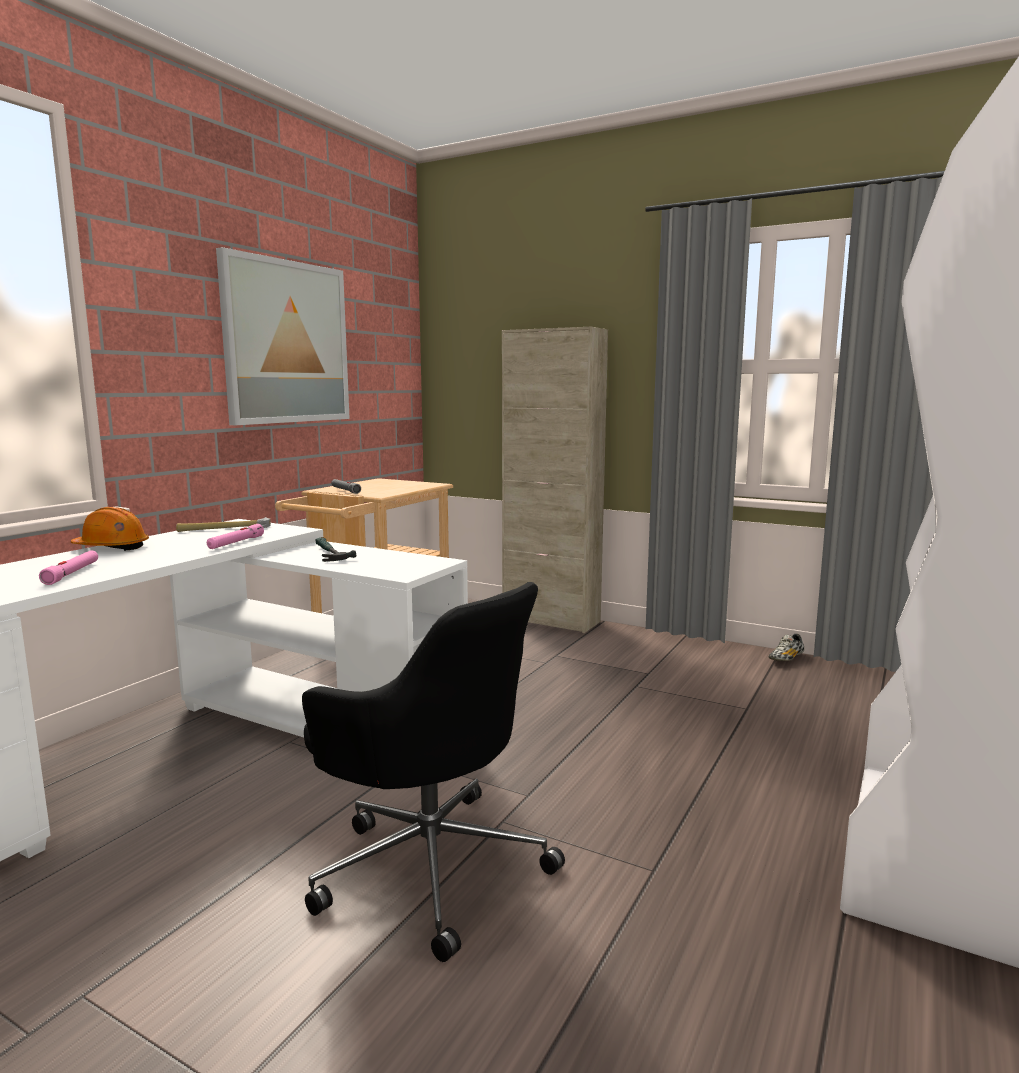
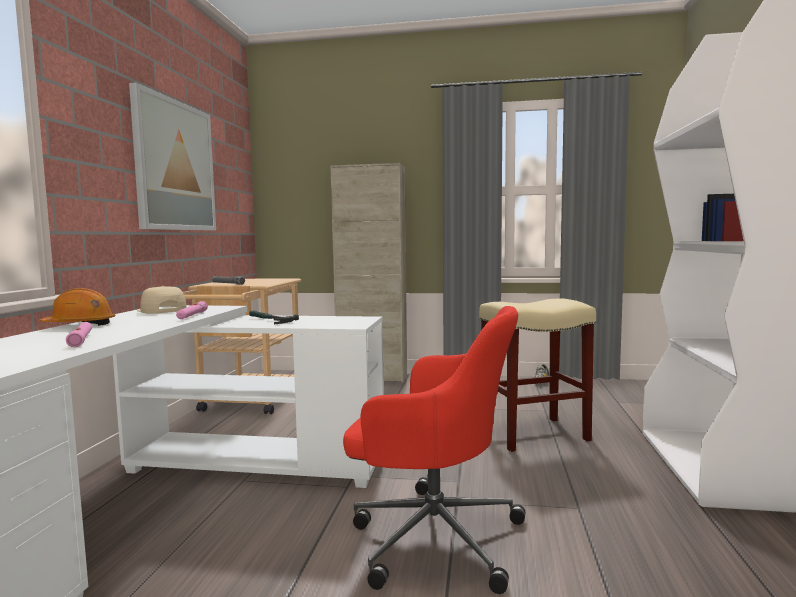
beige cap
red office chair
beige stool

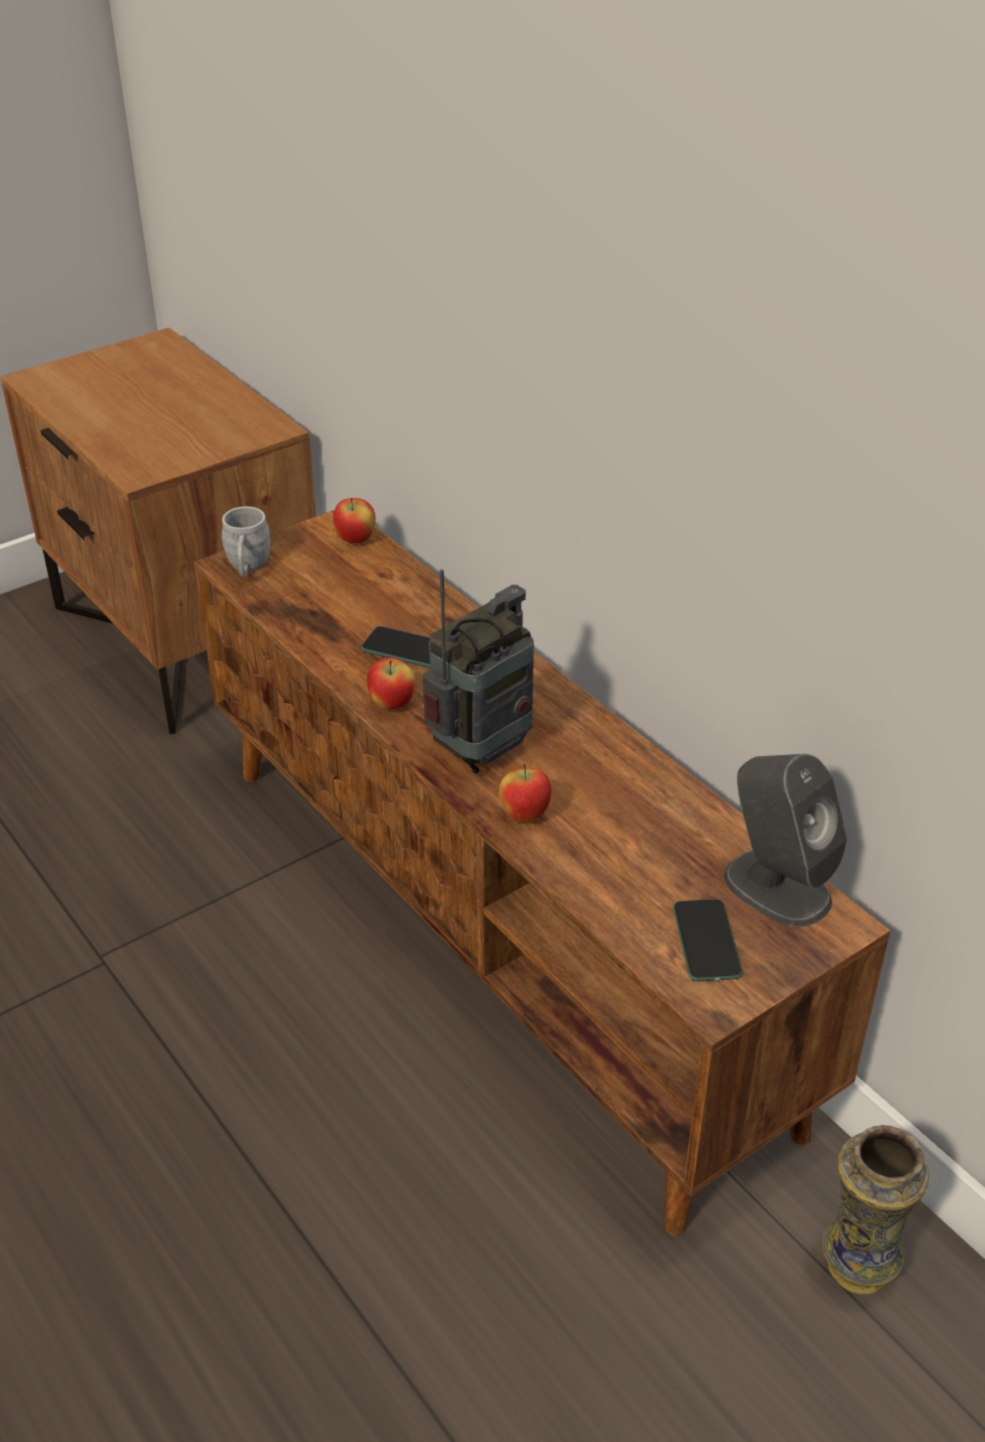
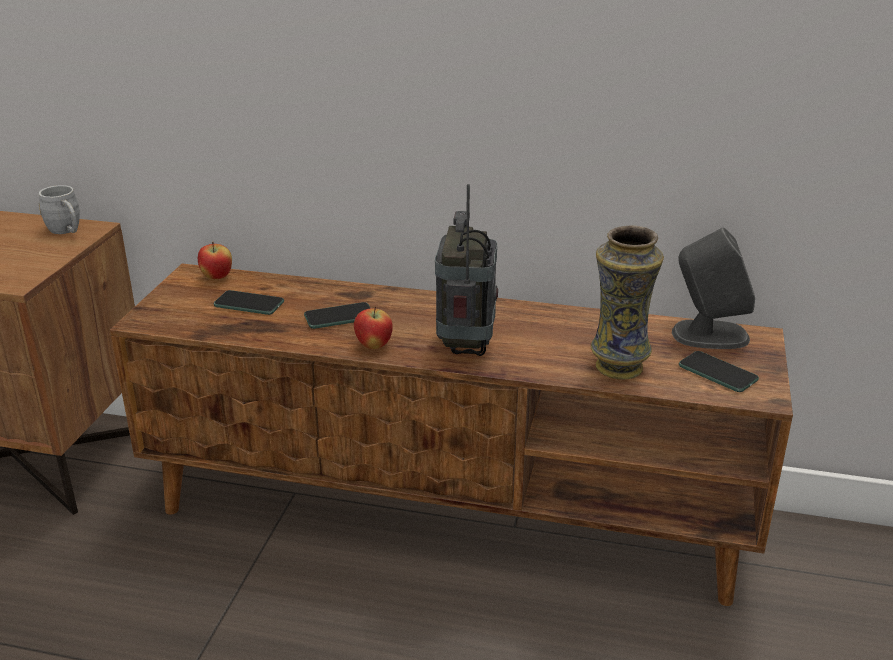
grey mug
apple (no. 3 from left in the first image)
vase
phone (no. 1 from left)

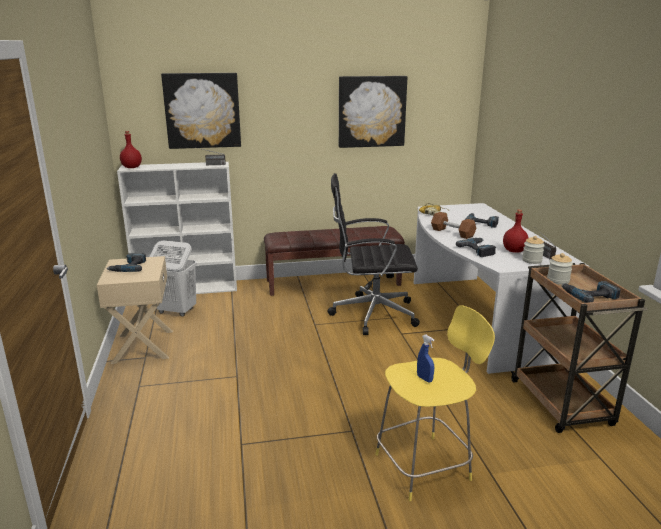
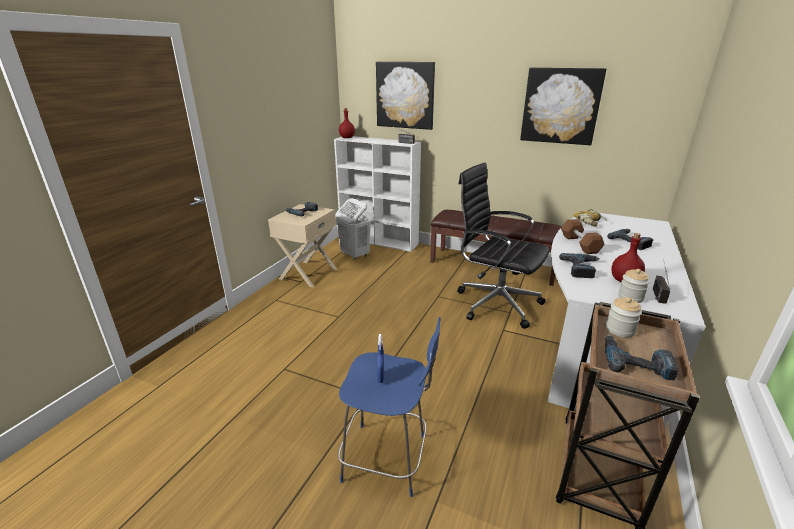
blue stool

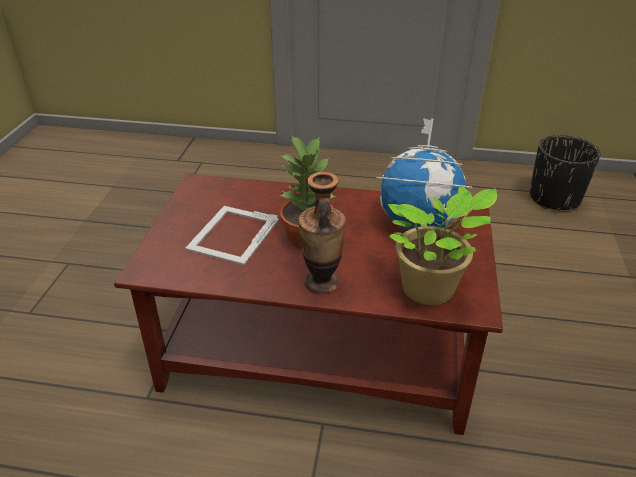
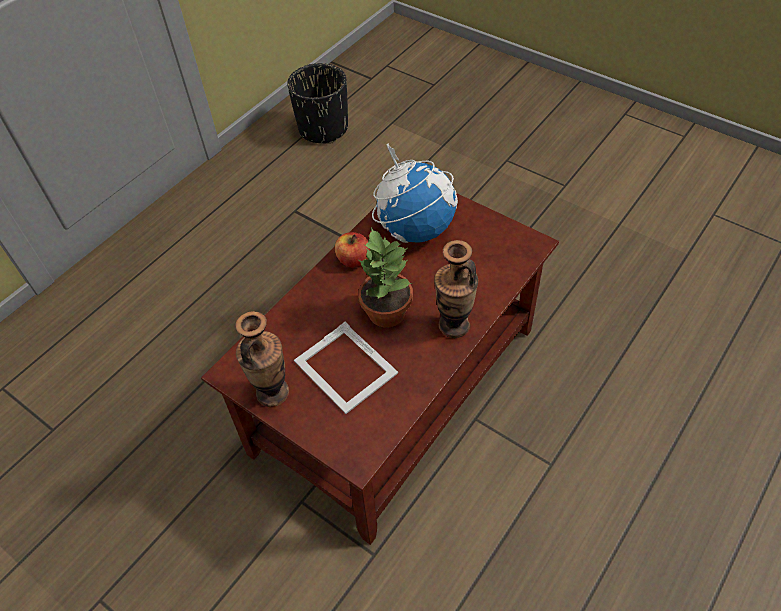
potted plant (no. 2 from left in the first image)
vase (no. 1 from left)
apple

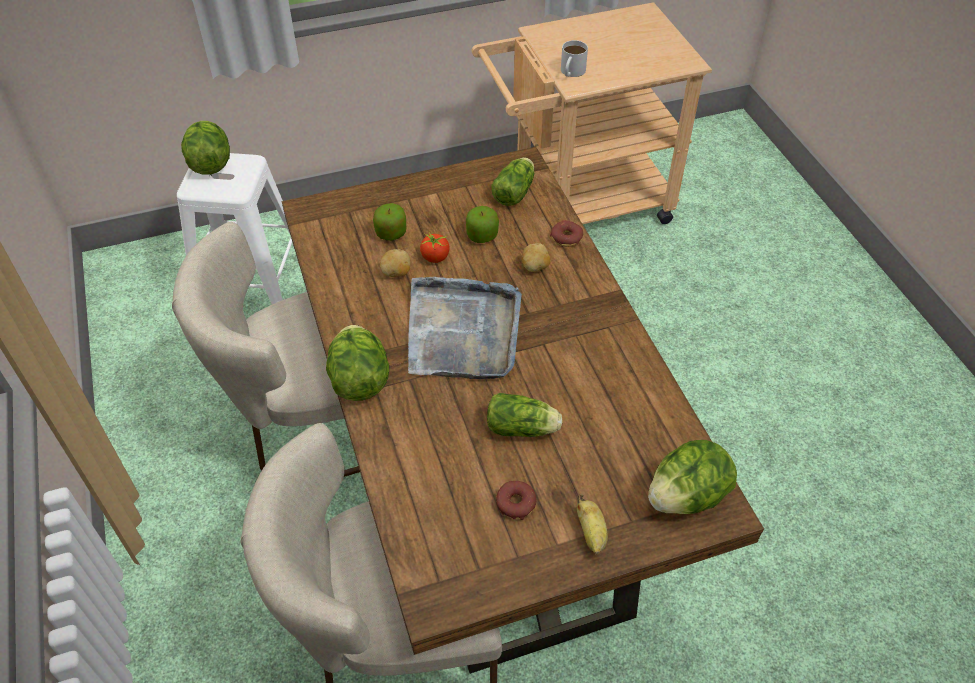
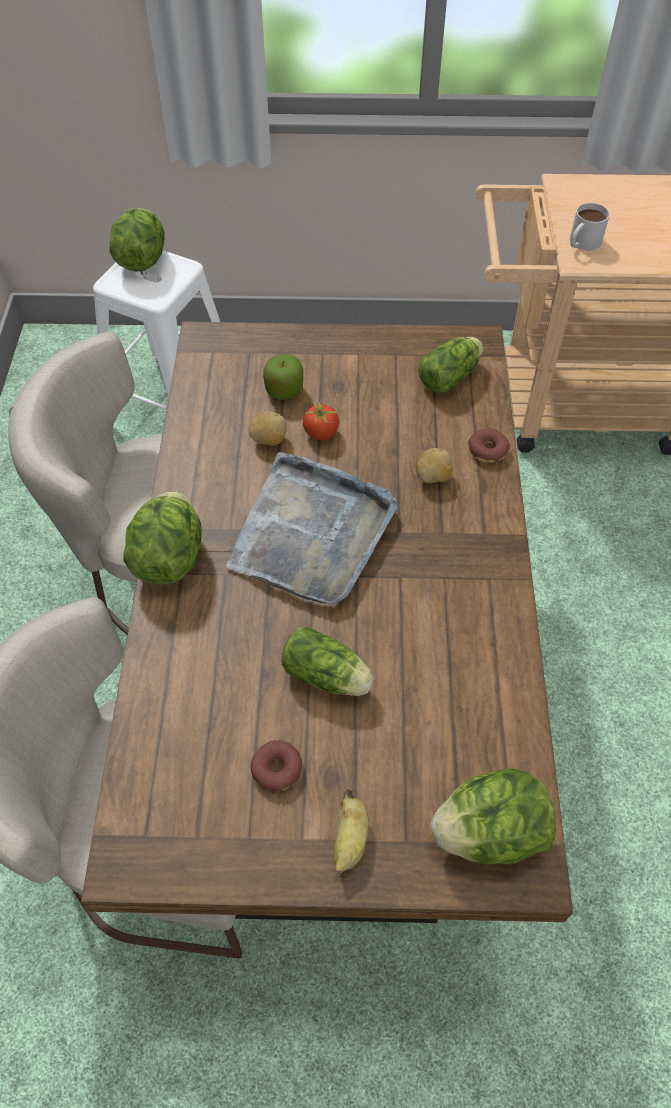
apple (no. 2 from left in the first image)

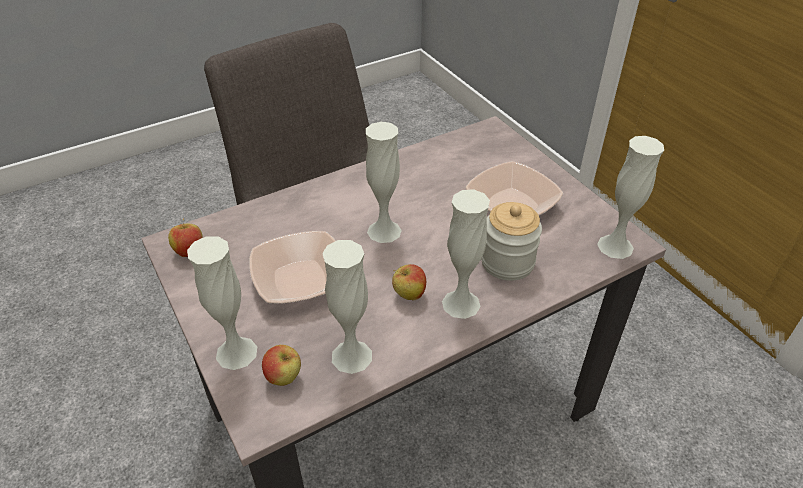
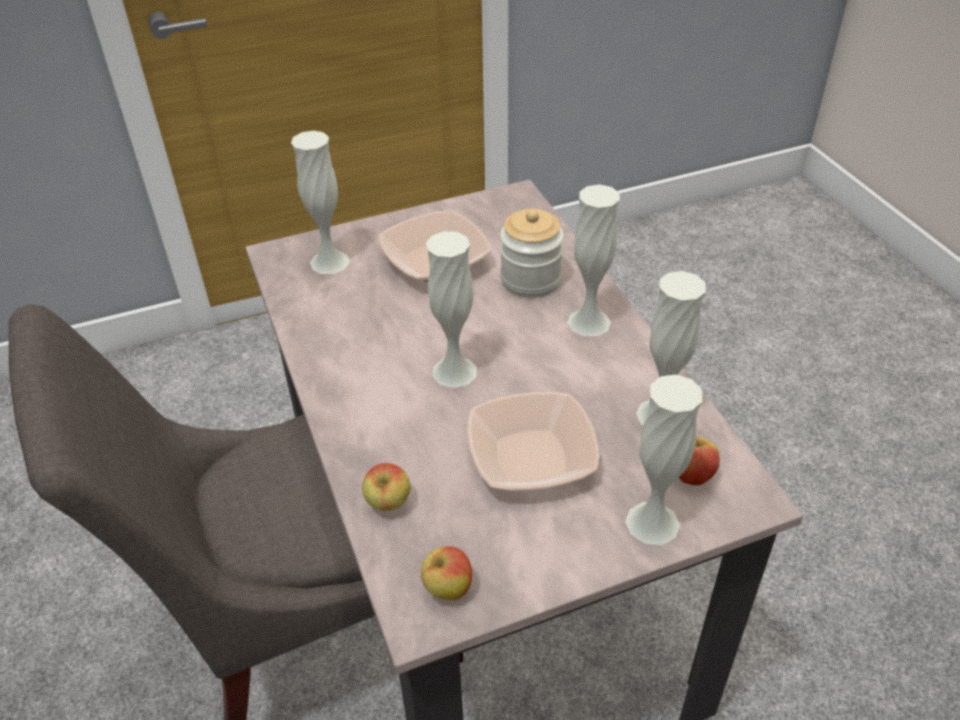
apple (no. 1 from left)
white vase (no. 1 from left)

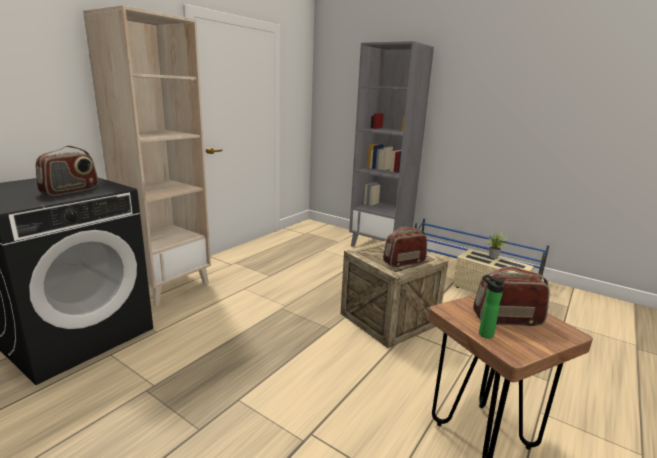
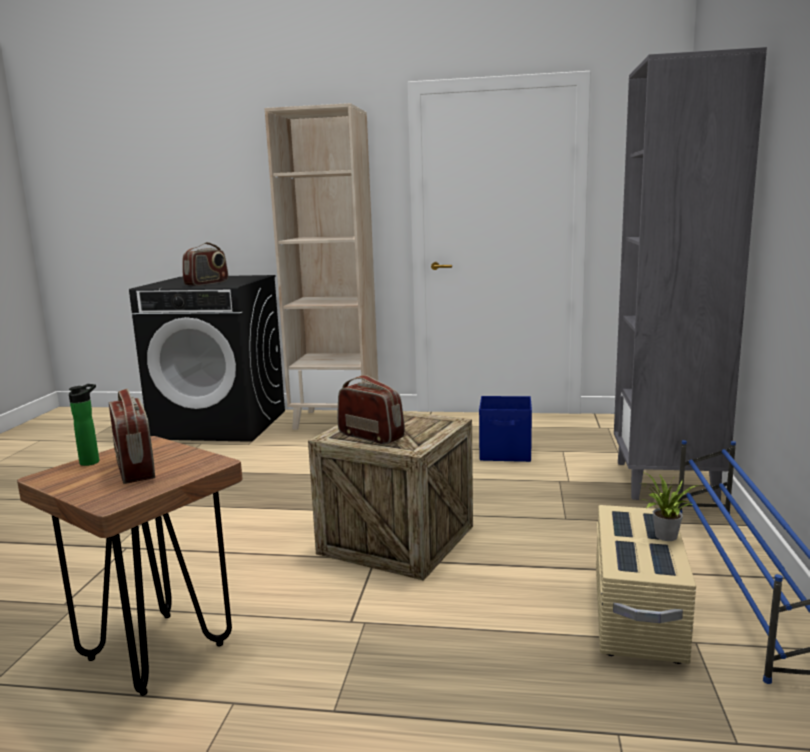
radio (no. 2 from left)
blue storage box

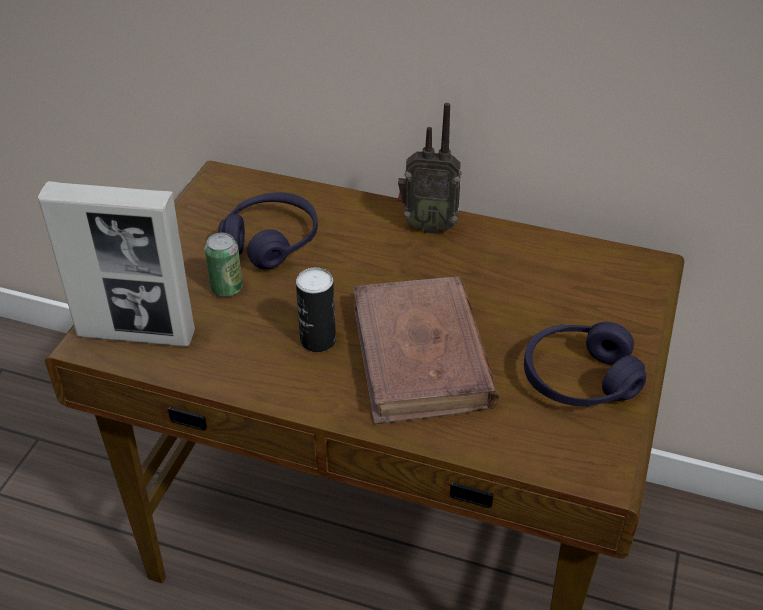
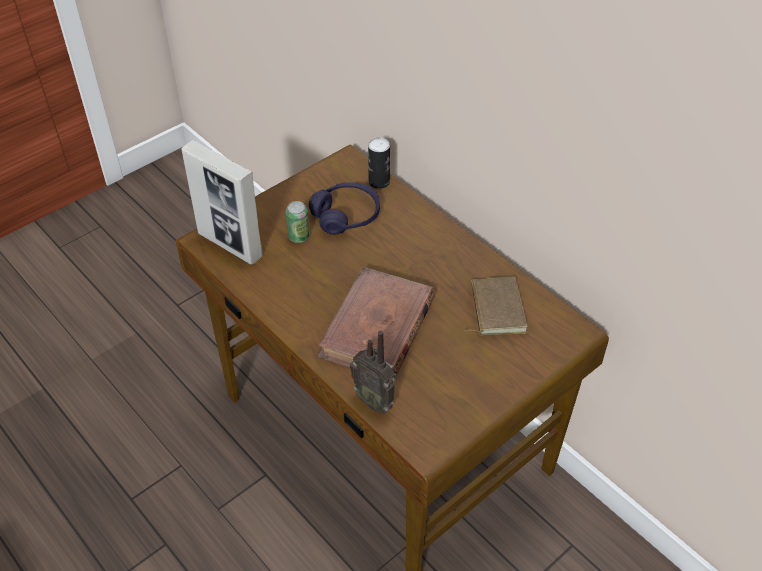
can (no. 2 from left)
radio
purple headphones (no. 2 from left in the first image)
brown book (no. 2 from left)

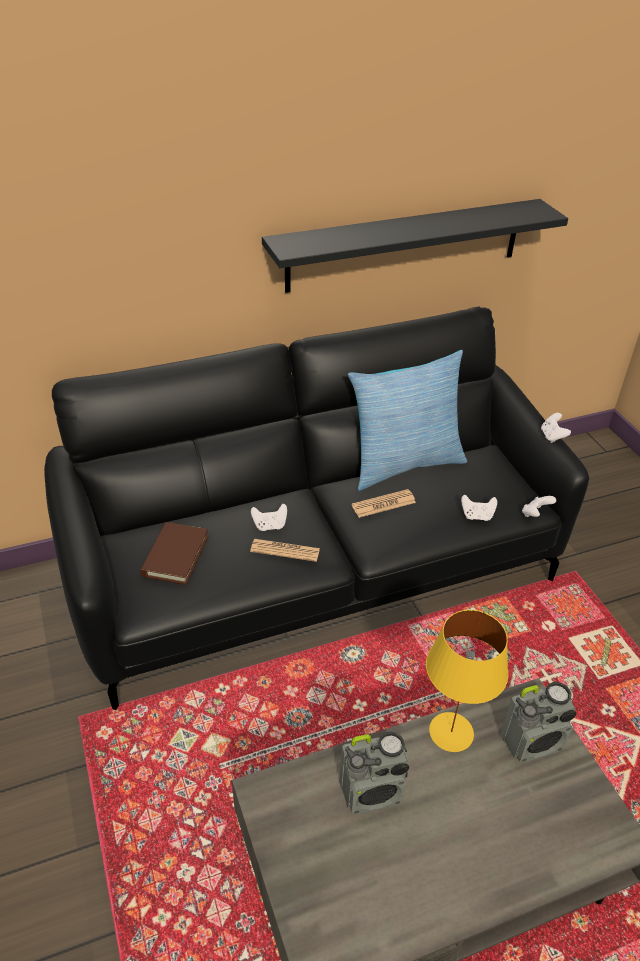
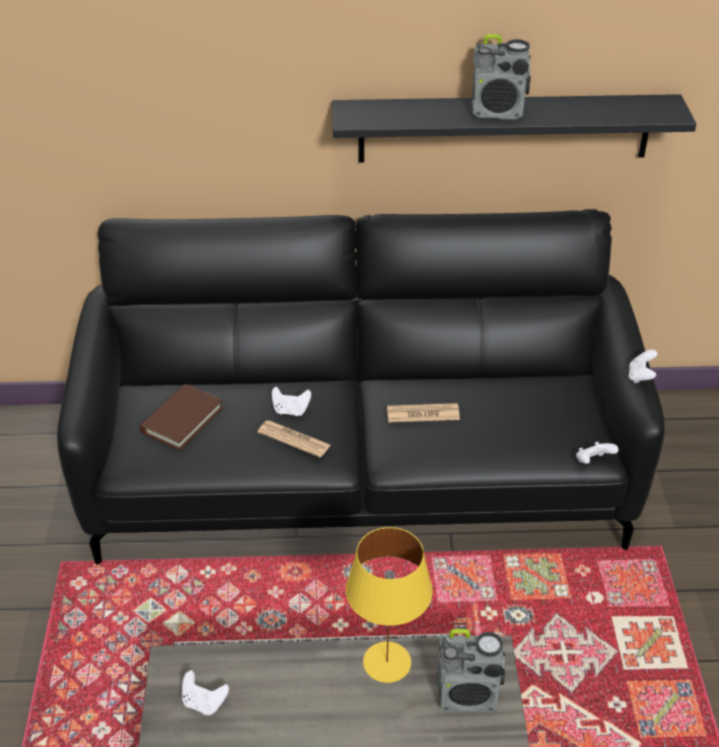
radio (no. 2 from left)
pillow
white game controller (no. 1 from left)

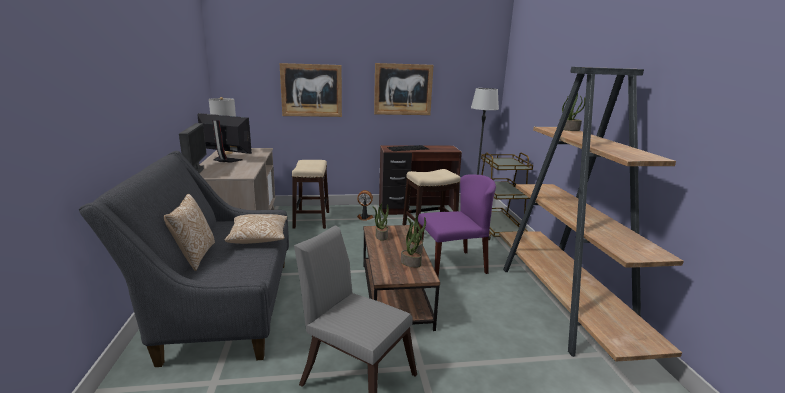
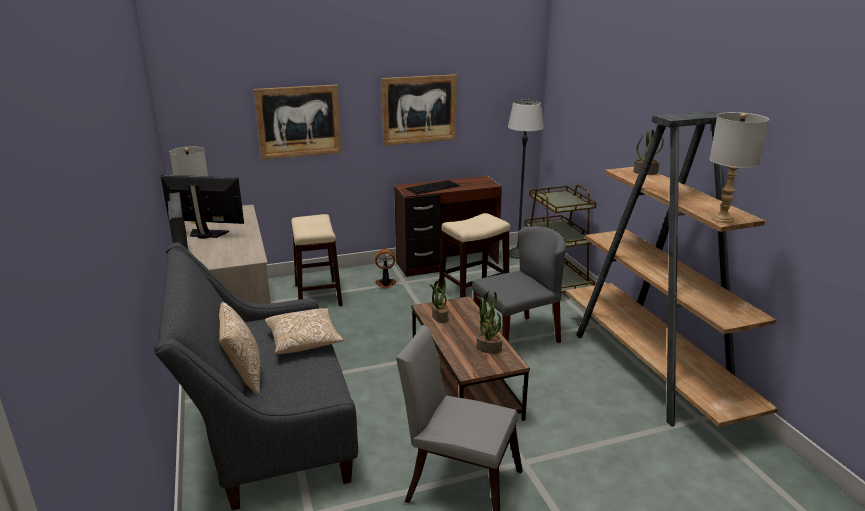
grey chair (no. 2 from left)
grey table lamp (no. 2 from left)

